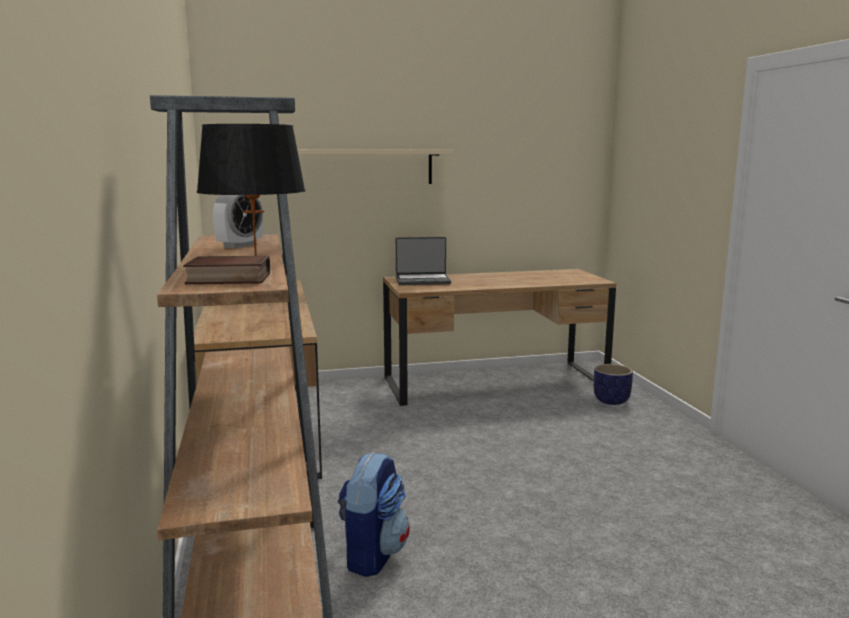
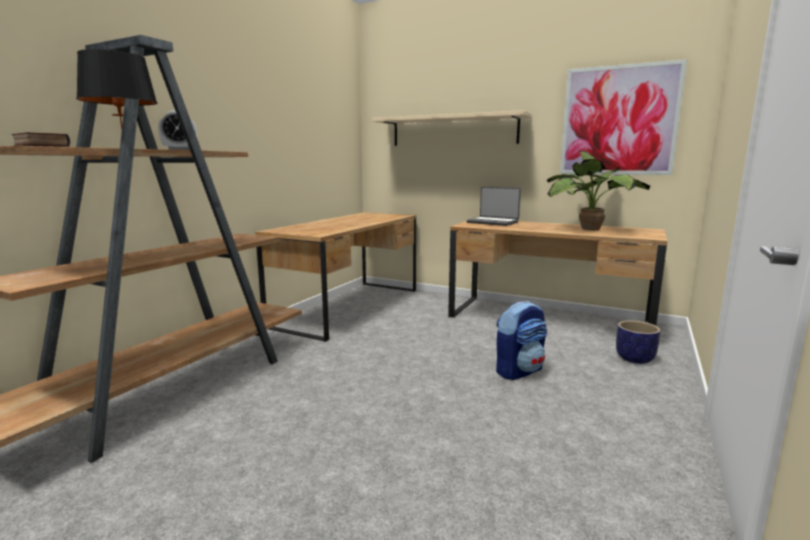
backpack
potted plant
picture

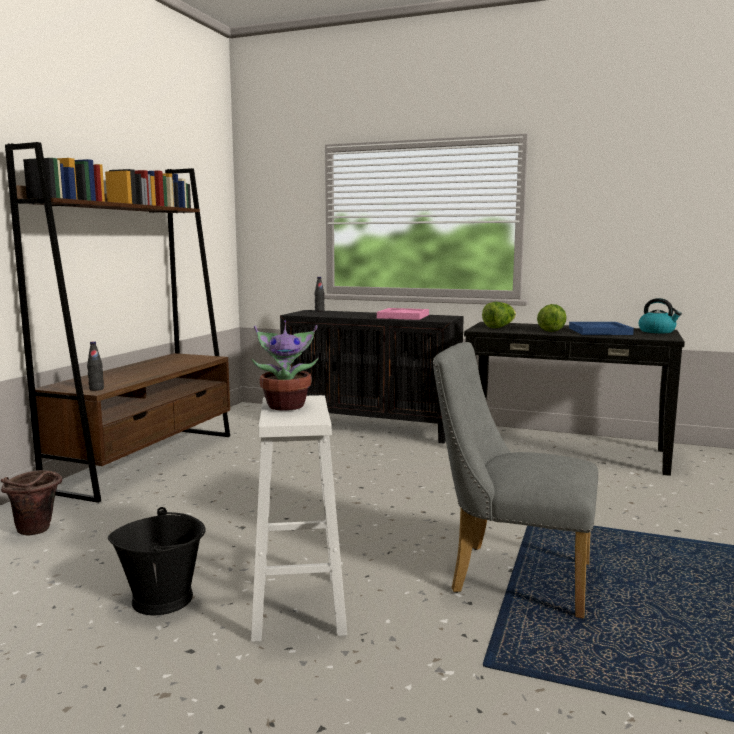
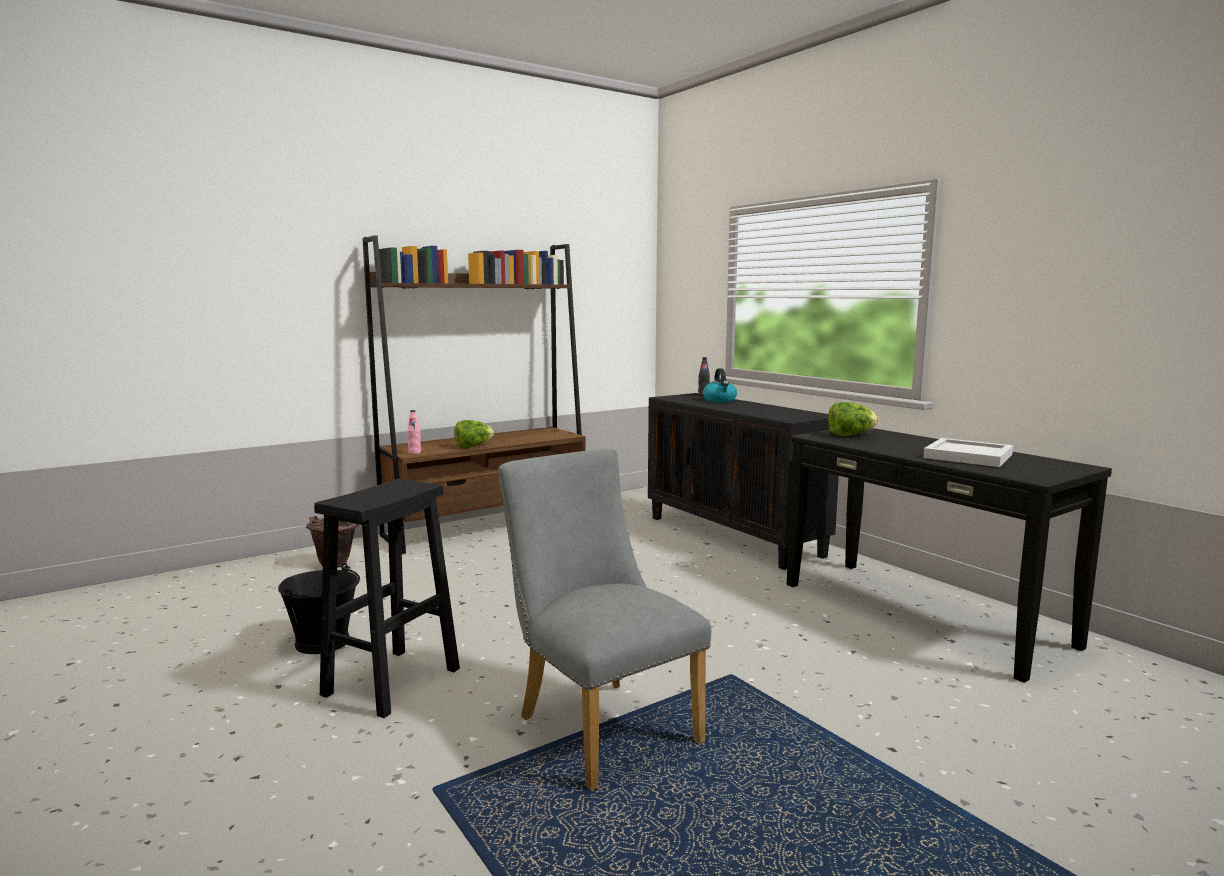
pink bottle
potted plant
black stool
pink tray
lettuce (no. 1 from left)
white tray
kettle

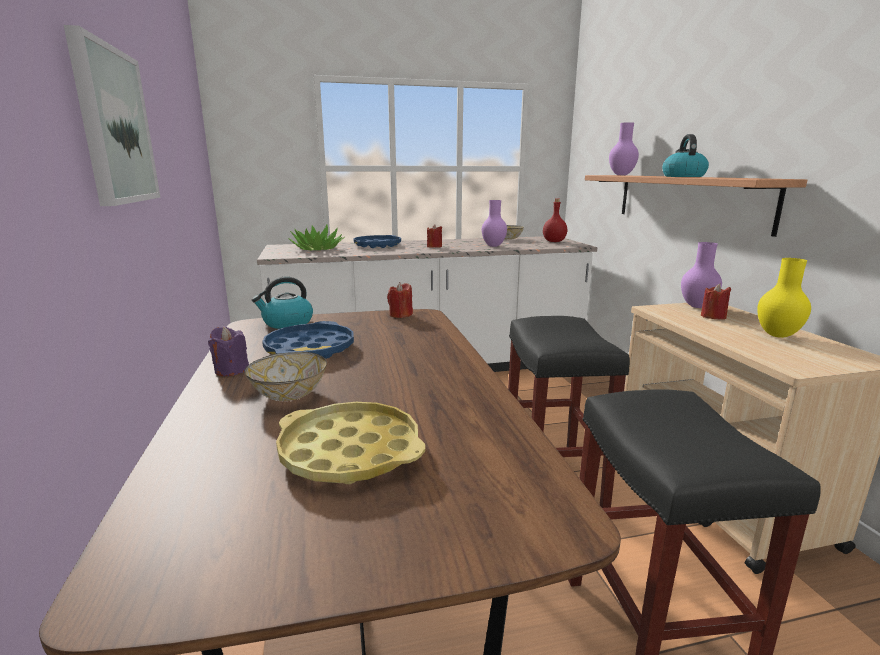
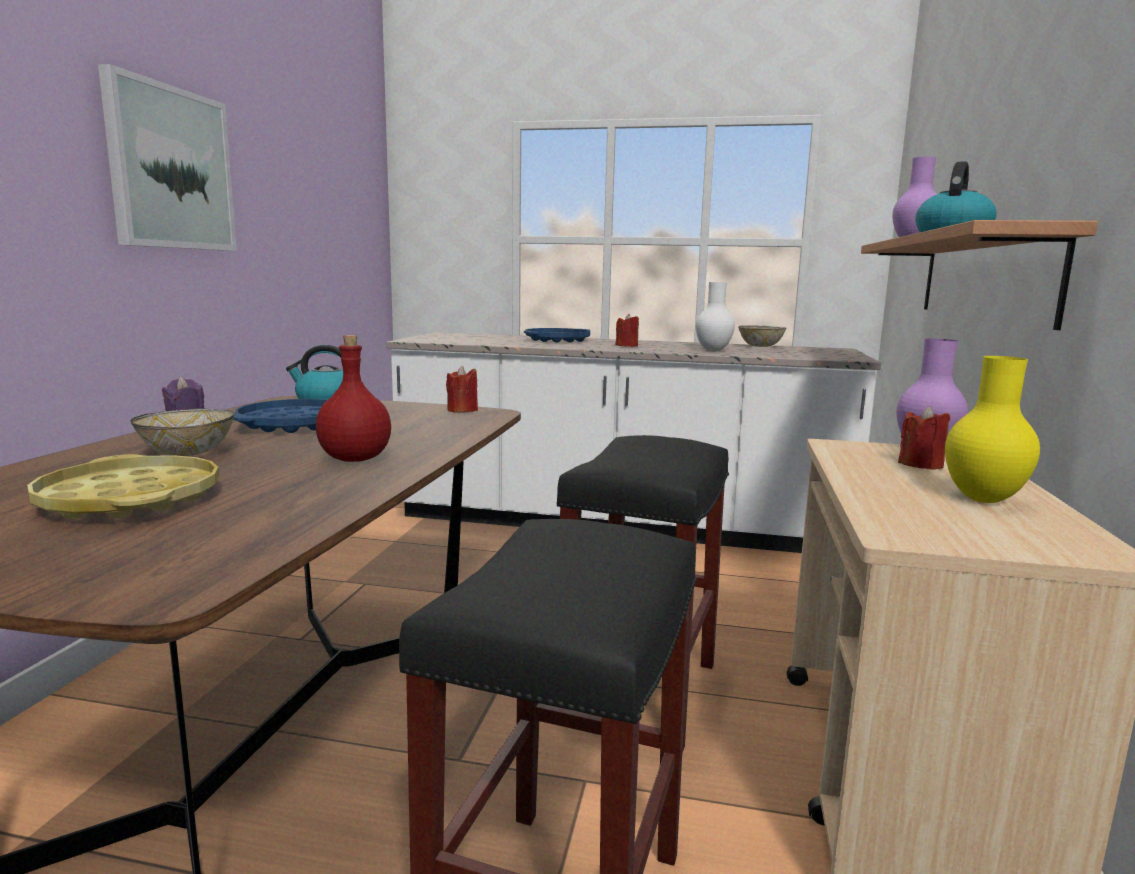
potted plant
white vase
red bottle

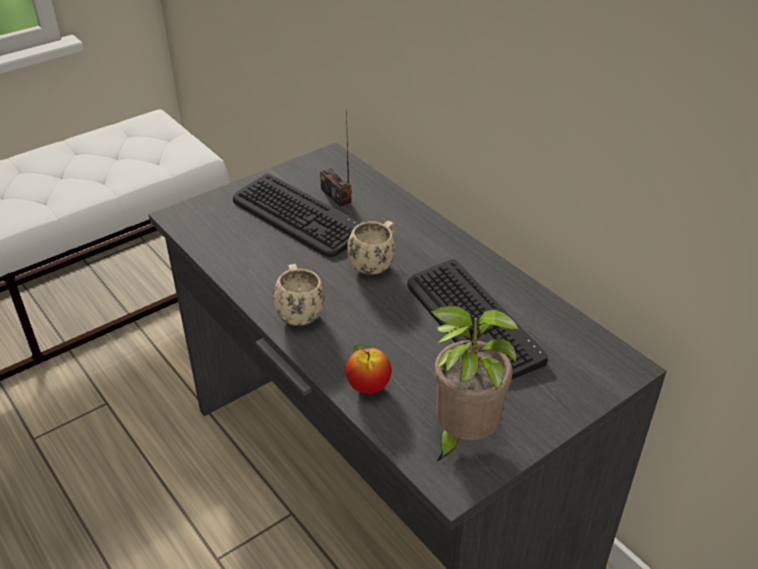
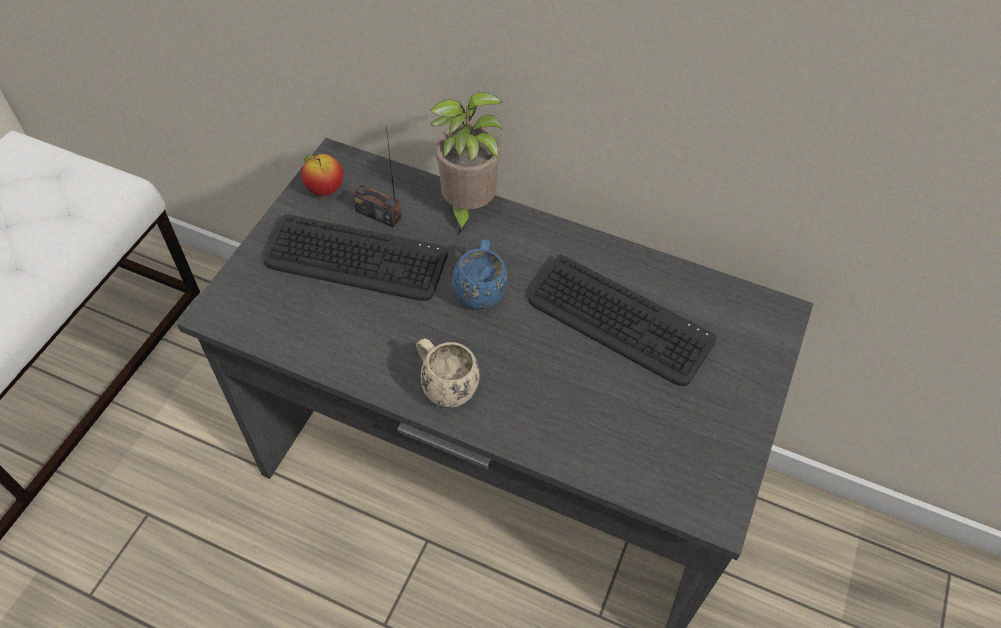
apple
blue mug
potted plant

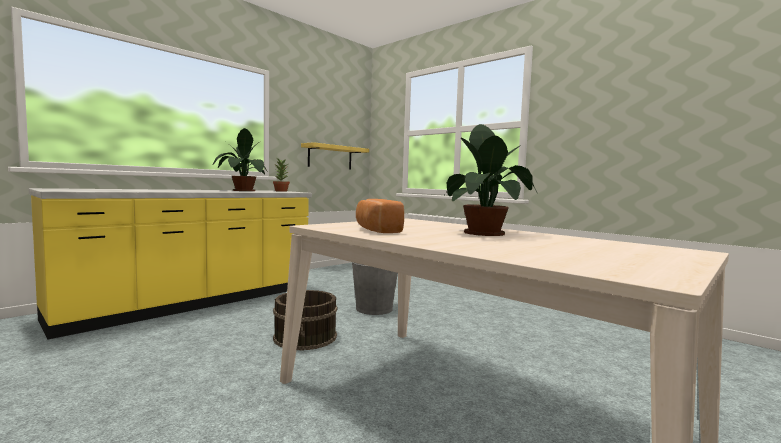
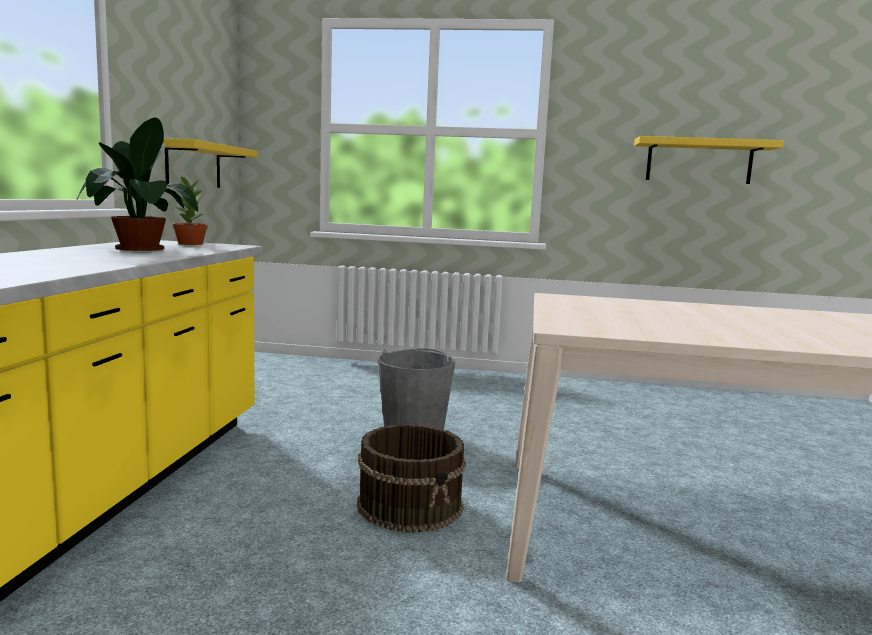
bread
potted plant (no. 3 from left in the first image)
yellow shelf (no. 2 from left)

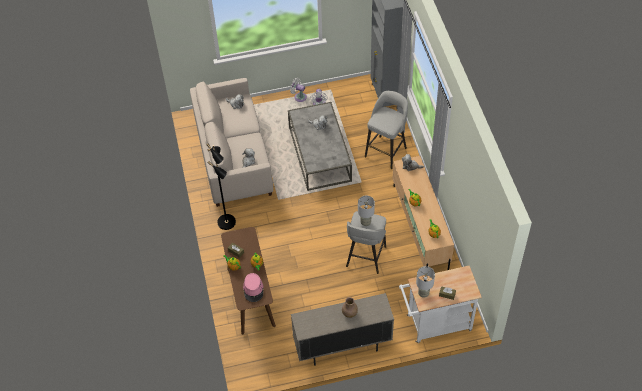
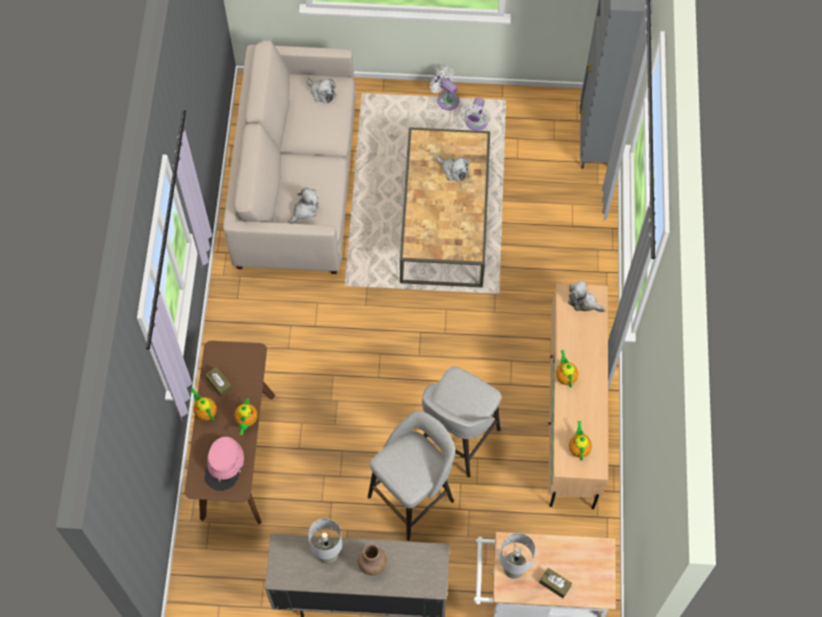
black floor lamp
brown coffee table
grey table lamp (no. 1 from left)
grey stool (no. 1 from left)

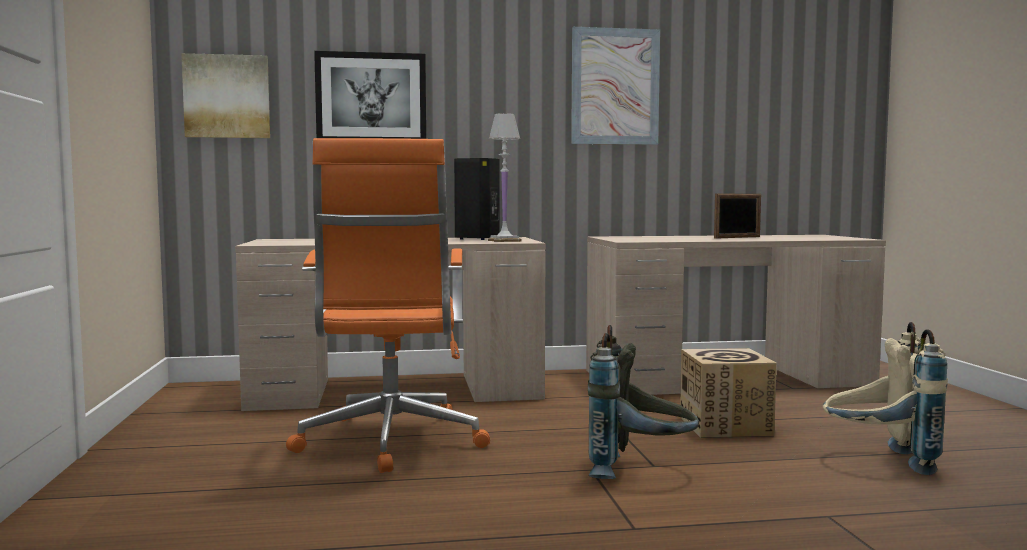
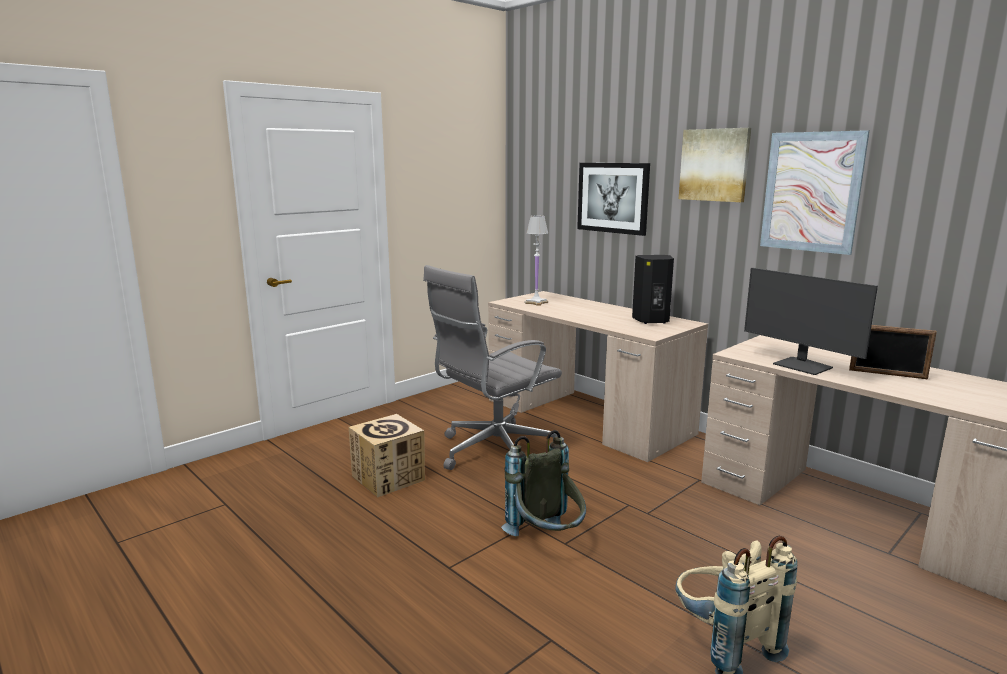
picture (no. 2 from left)
grey office chair
white table lamp
cardboard box
monitor

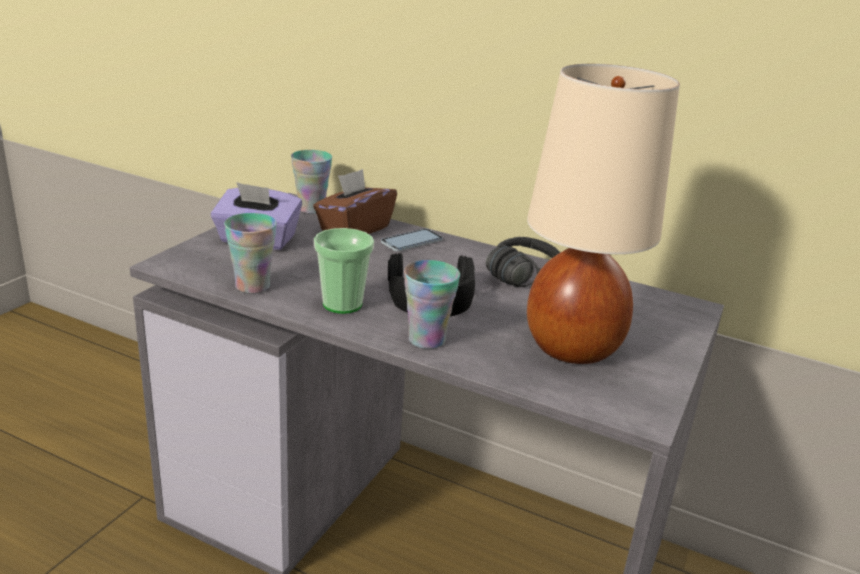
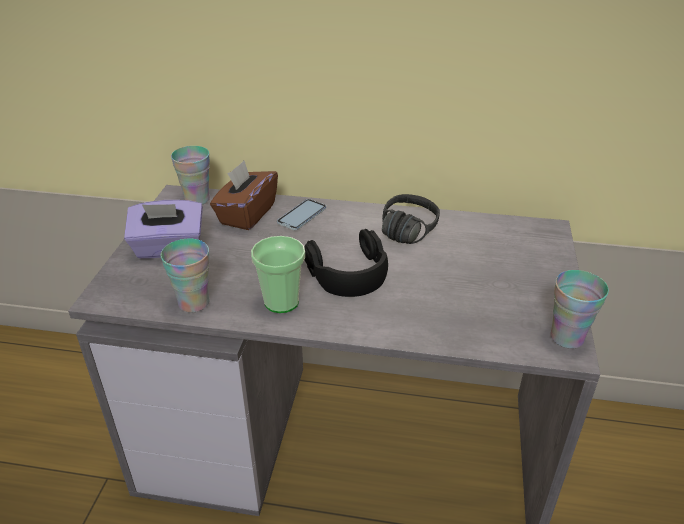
cup (no. 4 from left)
beige table lamp

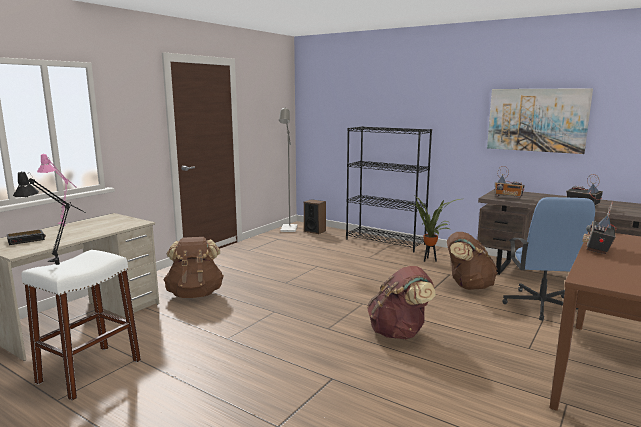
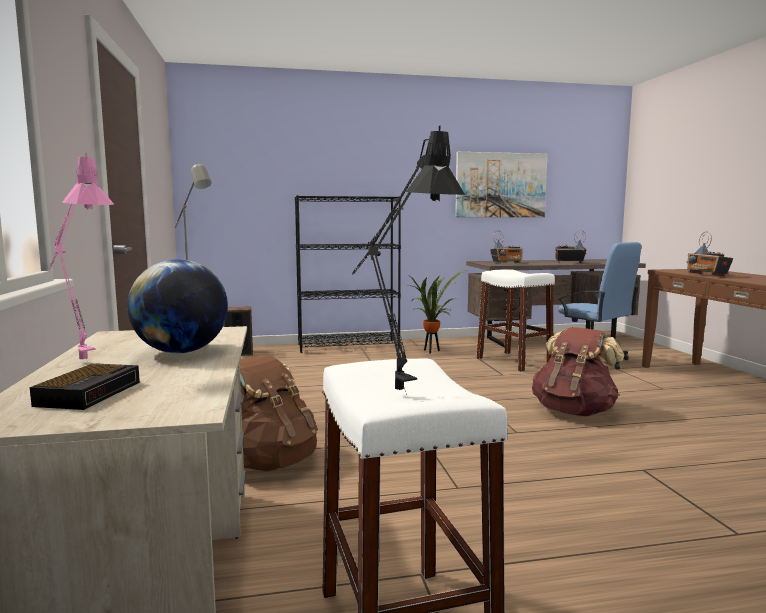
white stool (no. 2 from left)
globe

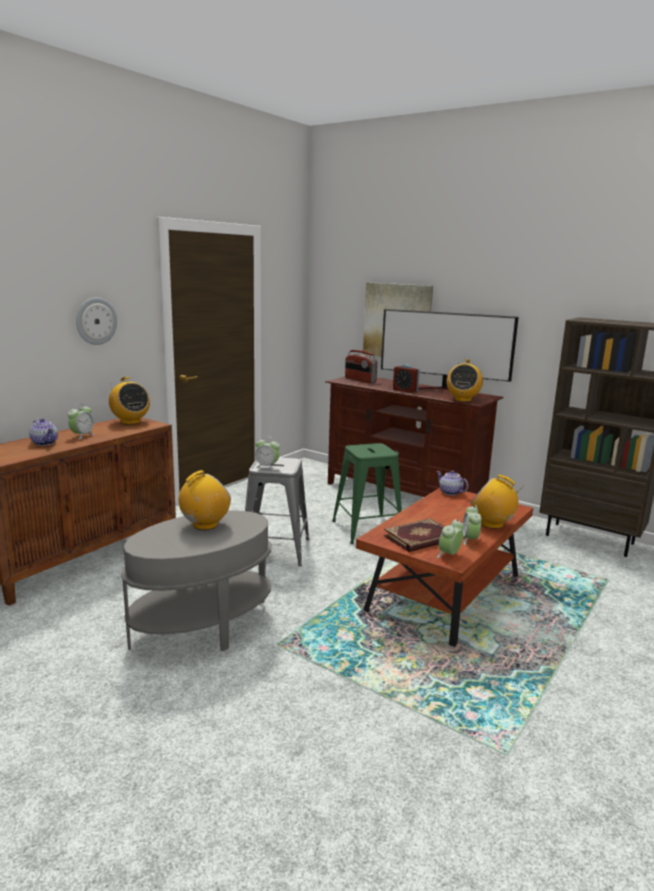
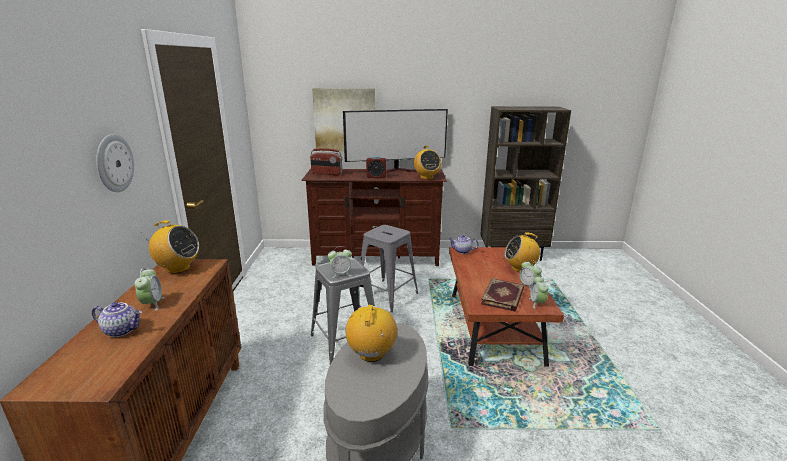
grey stool (no. 2 from left)

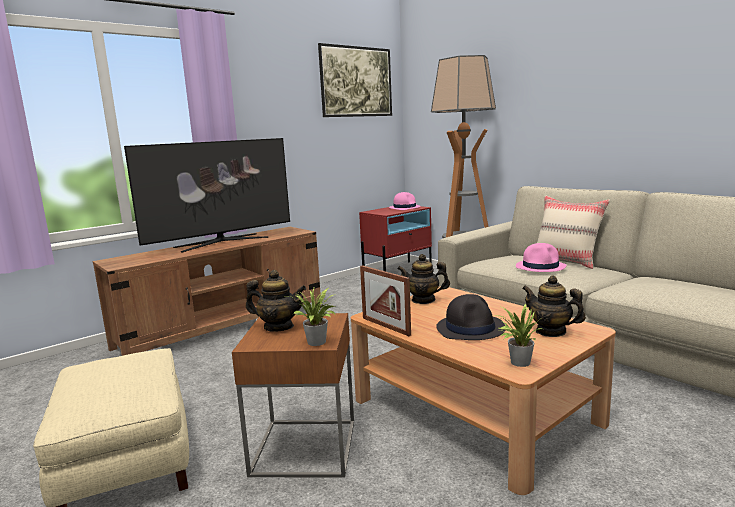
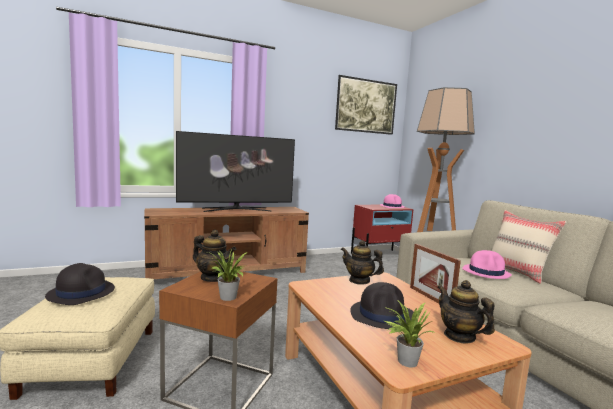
picture frame
black hat (no. 1 from left)

